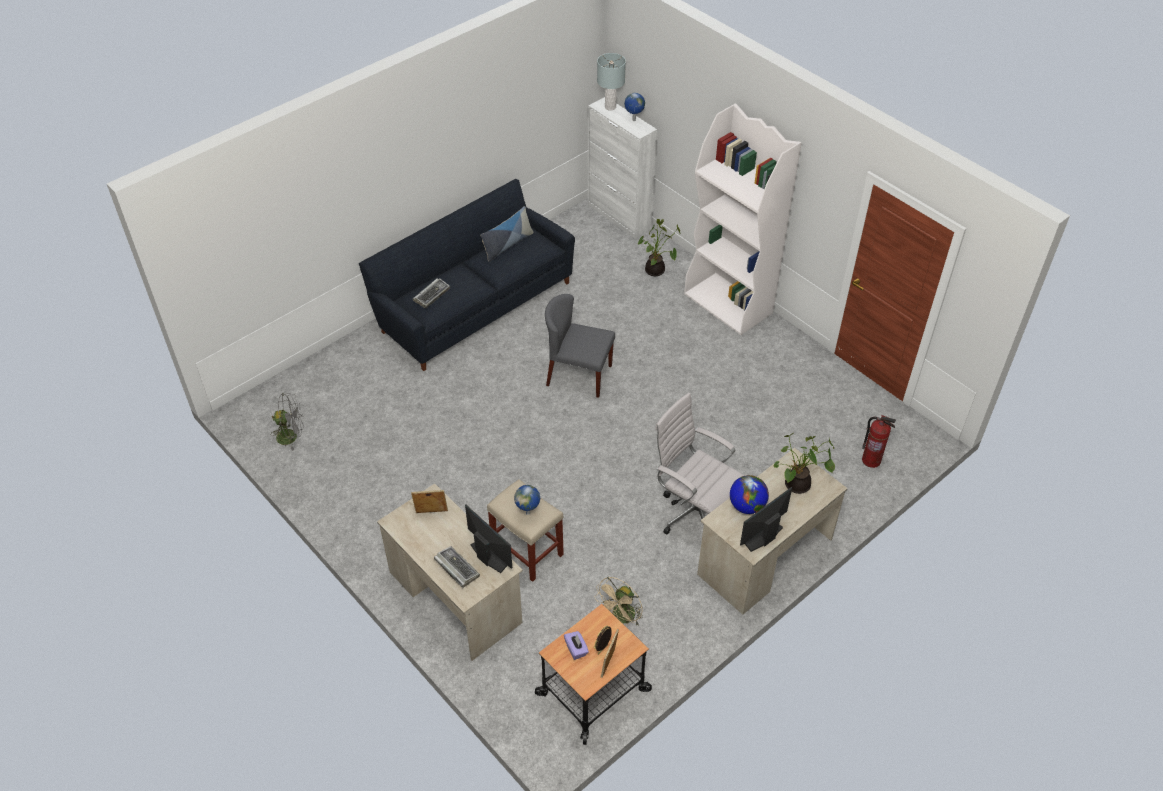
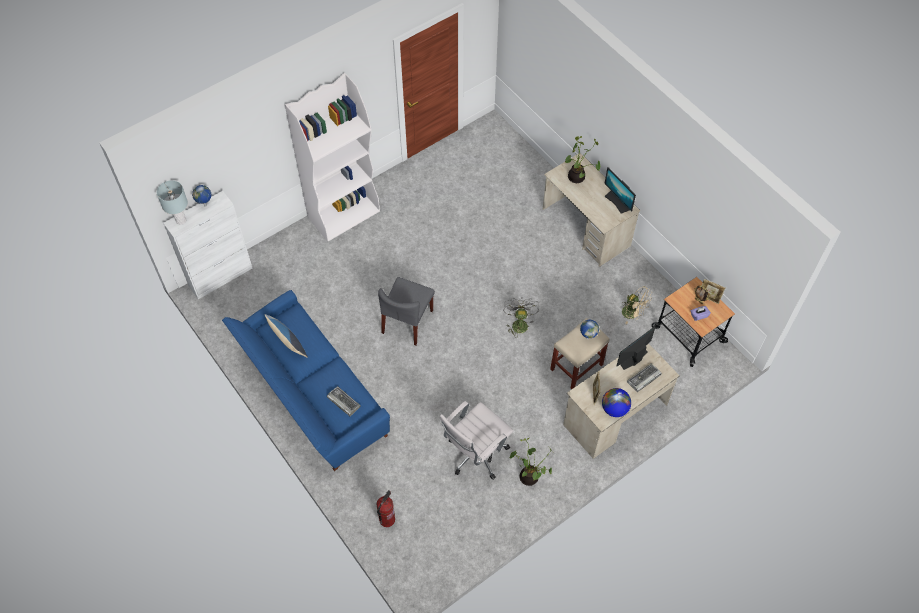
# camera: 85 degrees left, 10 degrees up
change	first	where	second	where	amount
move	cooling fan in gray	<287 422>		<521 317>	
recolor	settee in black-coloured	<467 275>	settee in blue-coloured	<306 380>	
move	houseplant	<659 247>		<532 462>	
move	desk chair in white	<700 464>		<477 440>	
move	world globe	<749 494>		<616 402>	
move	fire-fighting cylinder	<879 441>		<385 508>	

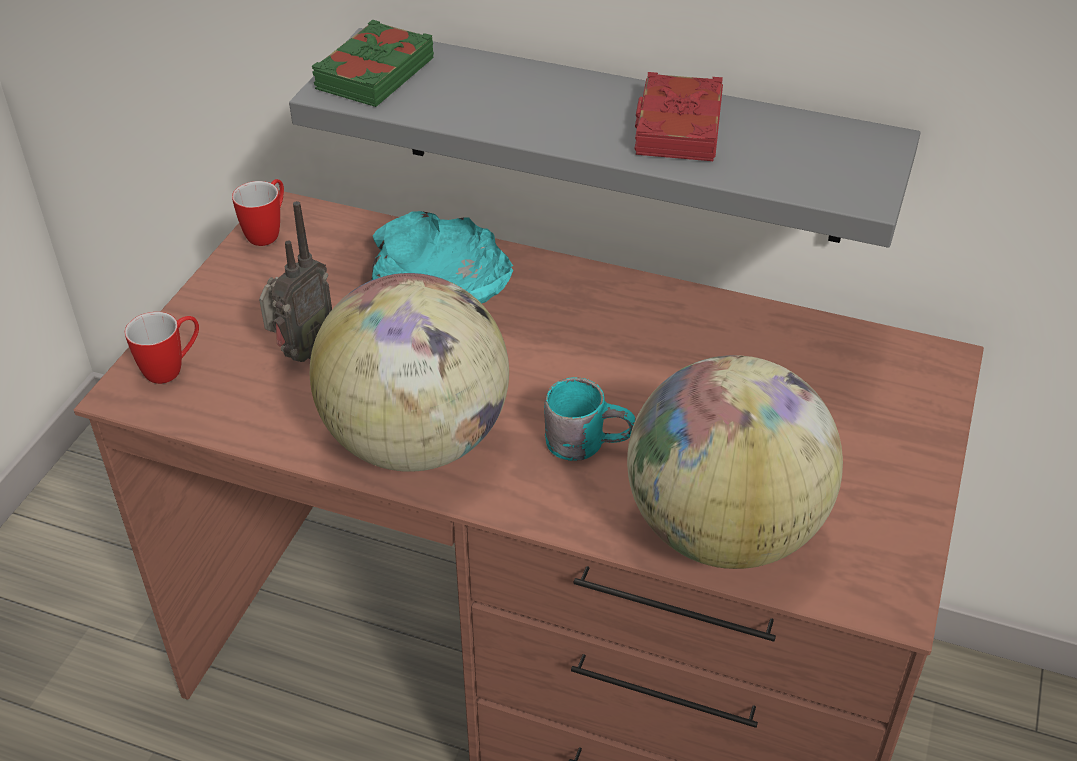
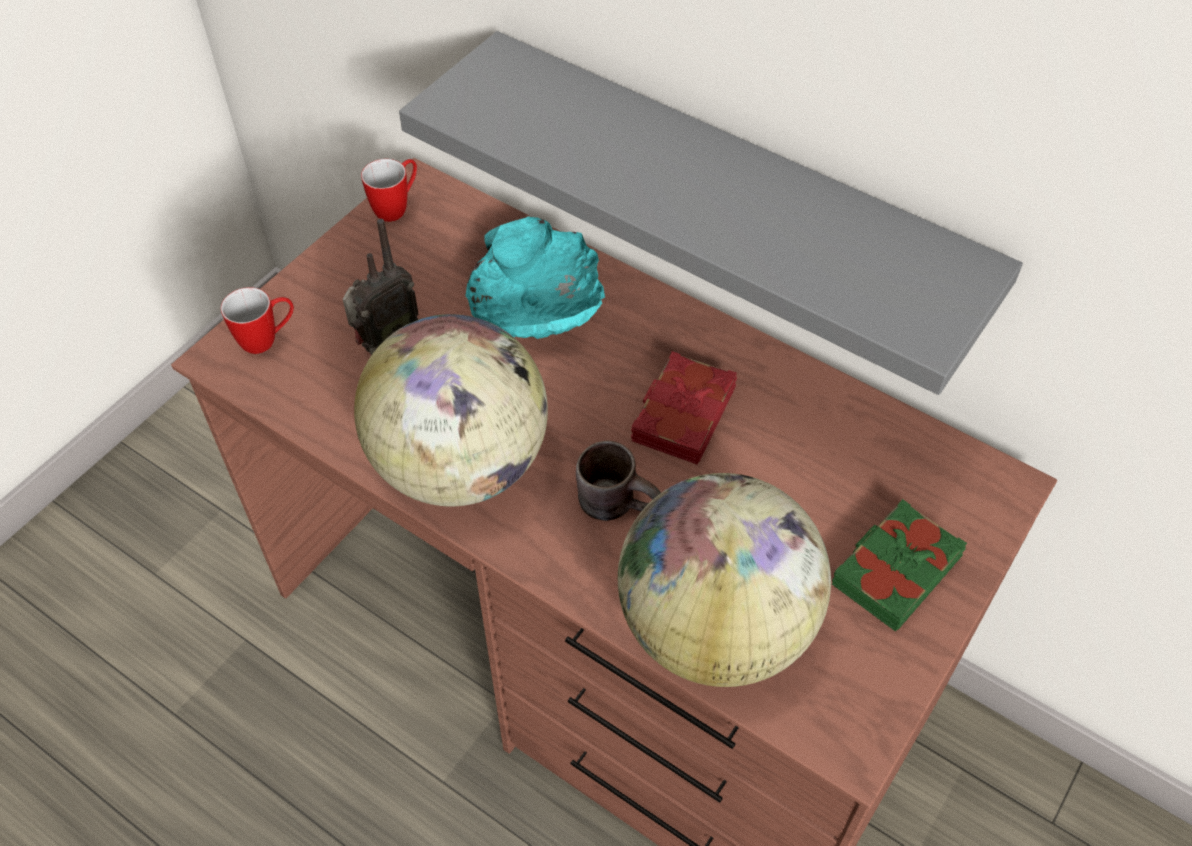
# camera: 15 degrees right, 10 degrees up
change	first	where	second	where	amount
move	volume in green-coloured	<372 63>		<899 565>	
recolor	mug in turquoise	<590 419>	mug in brown	<618 481>	
move	volume in reddish	<679 116>		<684 408>	

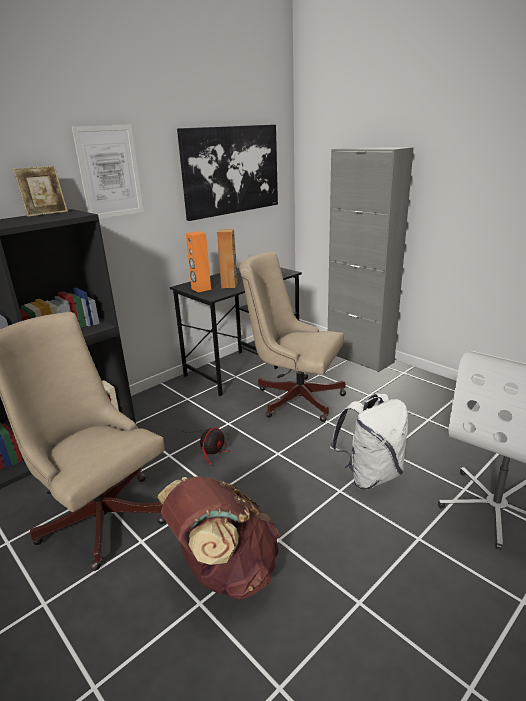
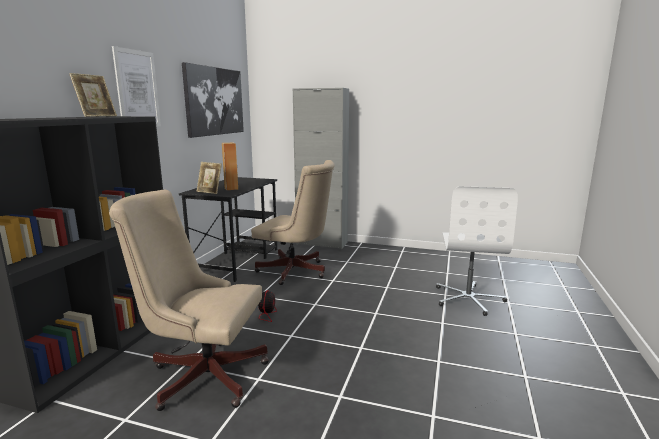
# camera: 30 degrees left, 10 degrees down
change	first	where	second	where	amount
delete	rucksack in brown	<218 538>			
replace	audio speaker in orangey	<198 262>	photo frame	<209 178>	
rotate	desk chair in sand-coloured	<292 337>		<293 222>	150 degrees counterclockwise
delete	rucksack in white	<369 441>			

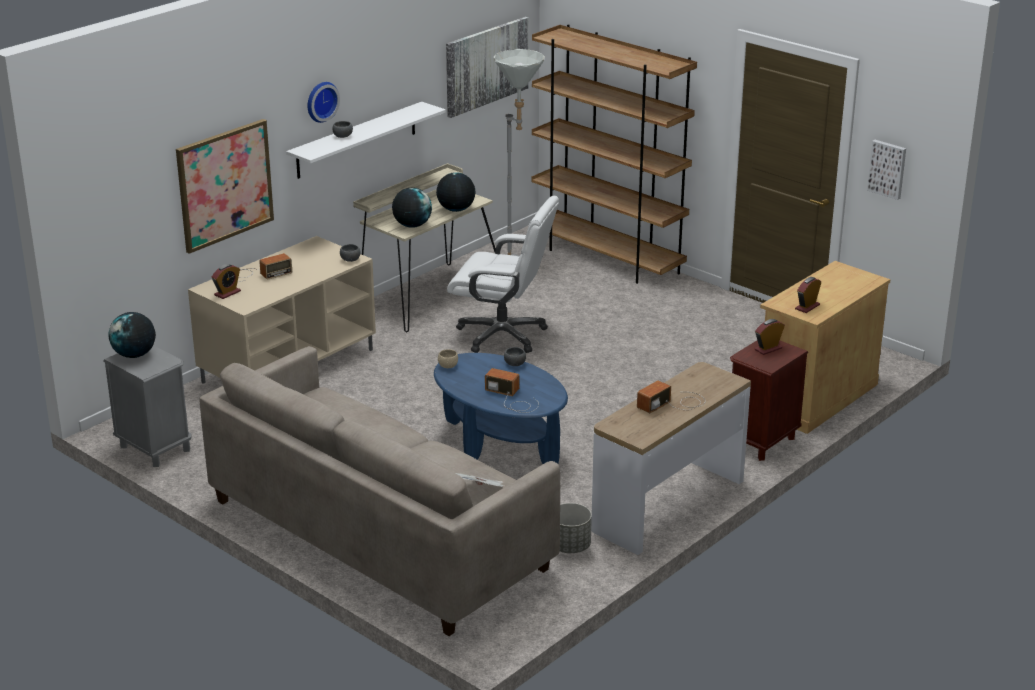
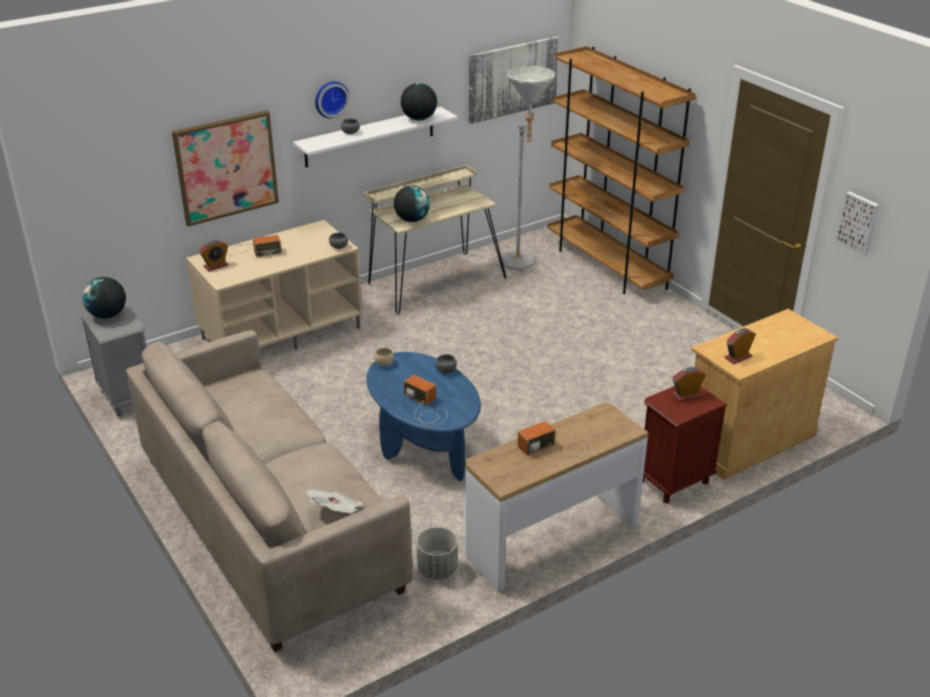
# camera: 15 degrees right, 5 degrees up
change	first	where	second	where	amount
move	world globe	<456 192>		<419 101>	
delete	desk chair in white	<503 274>			

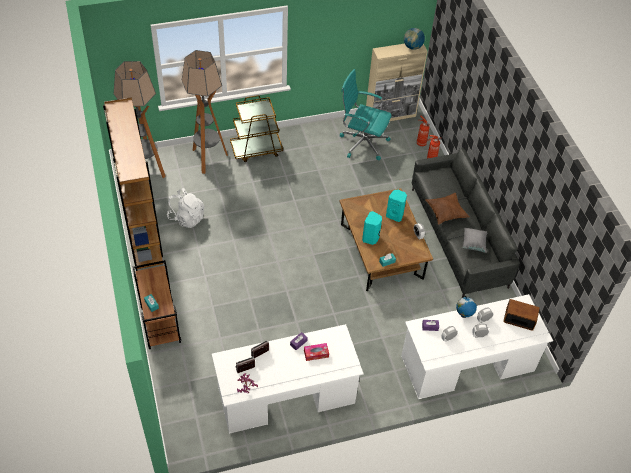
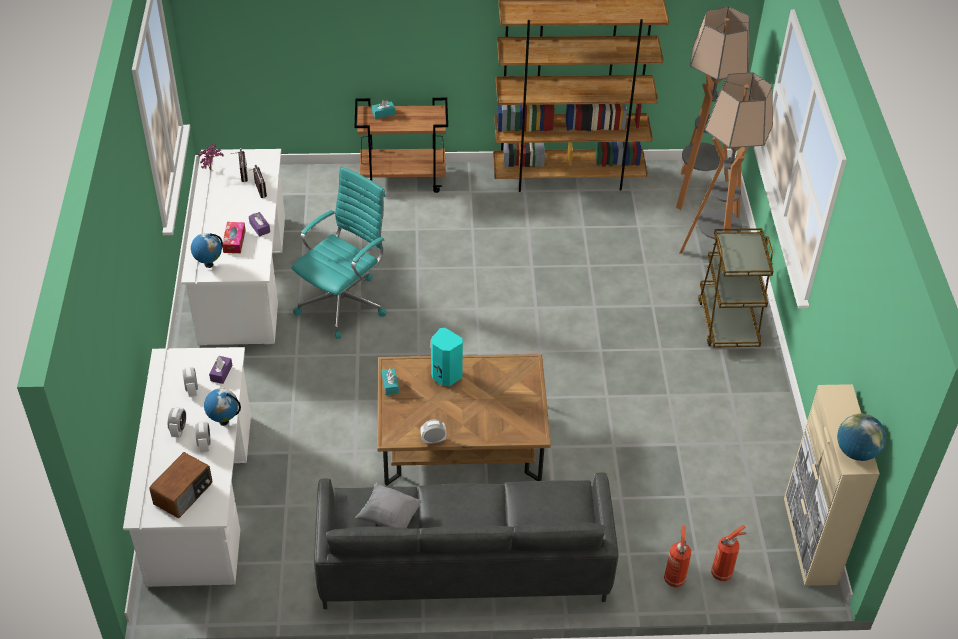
# camera: 105 degrees right, 5 degrees down
change	first	where	second	where	amount
delete	rucksack in white	<185 208>			
move	desk chair in turquoise	<366 114>		<339 253>	
delete	audio speaker in turquoise	<396 206>			
delete	throw pillow in brown	<447 208>			
insert			world globe	<207 250>	

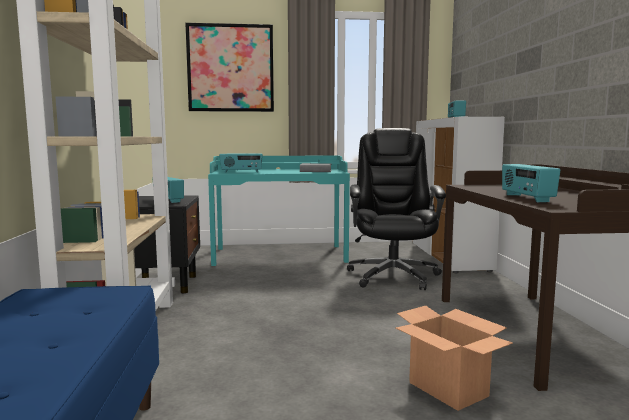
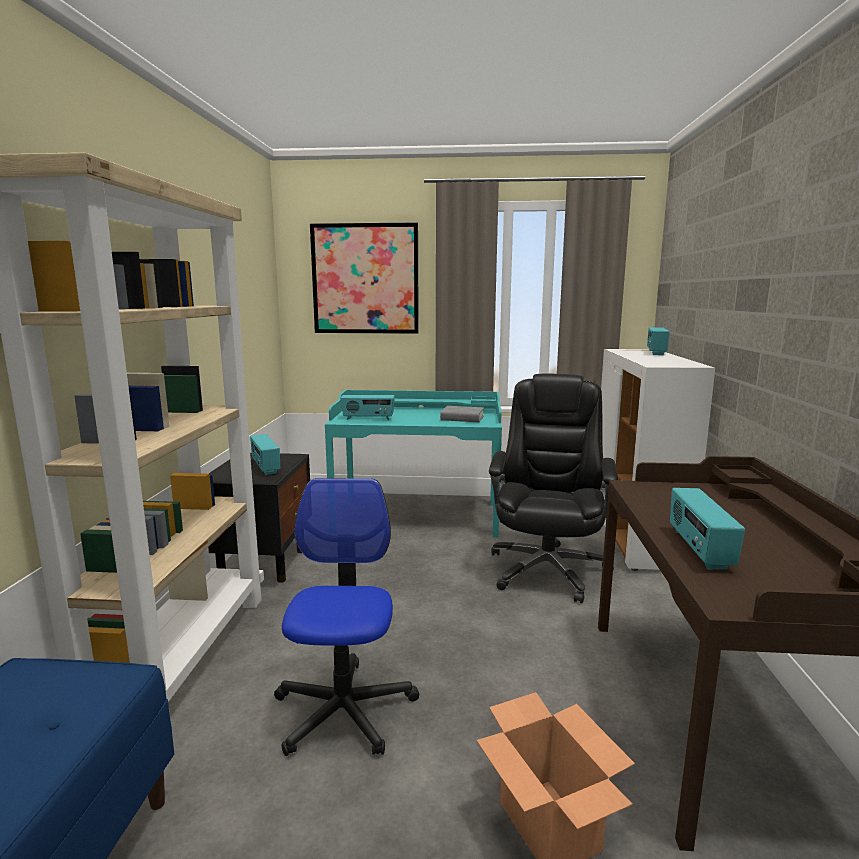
# camera: 10 degrees right, 5 degrees up
change	first	where	second	where	amount
insert			desk chair	<346 617>	

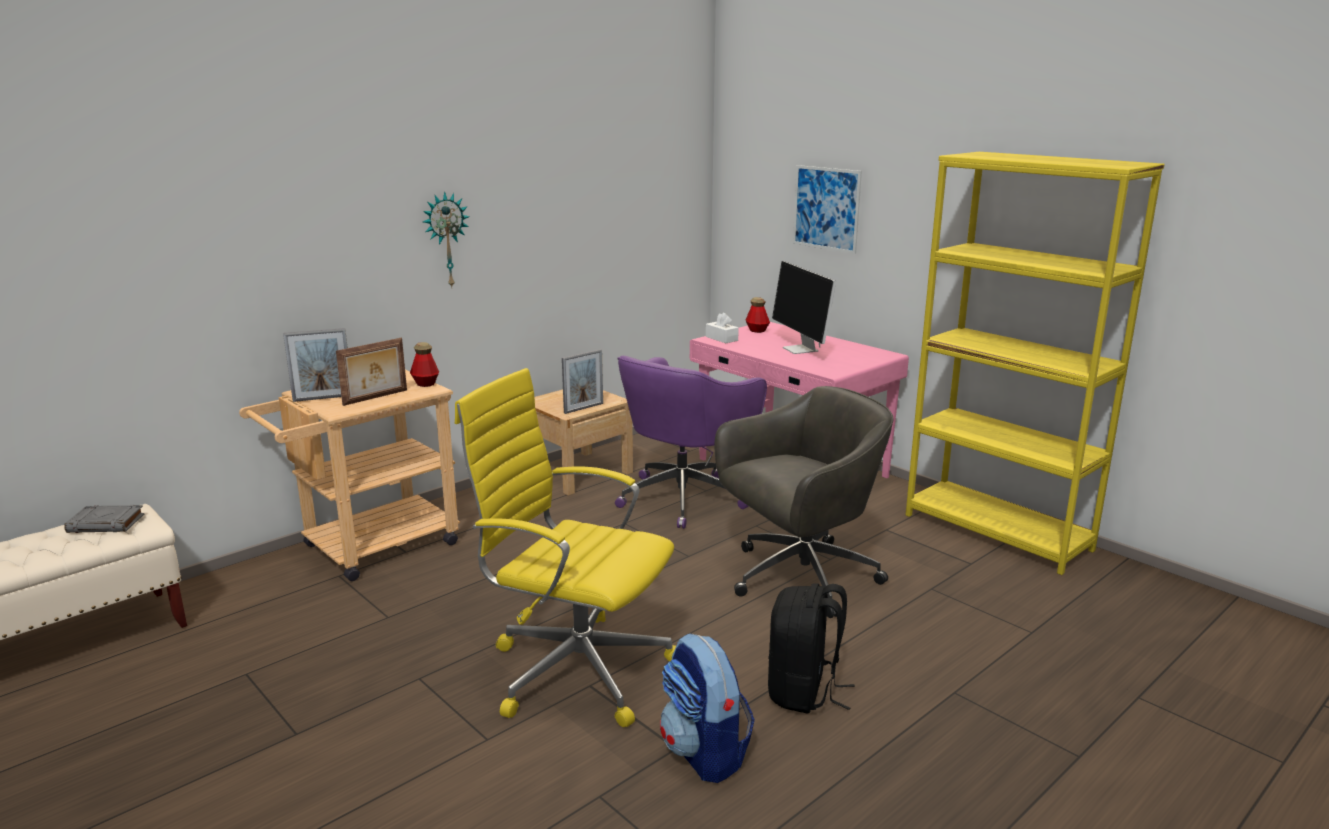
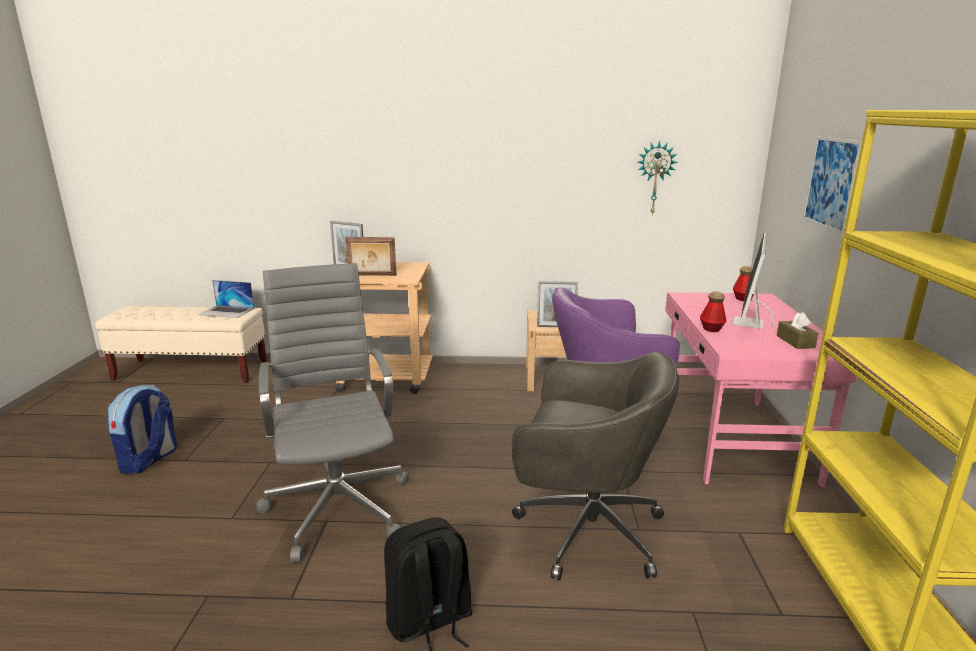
# camera: 45 degrees right, 0 degrees up
change	first	where	second	where	amount
replace	volume in gray	<104 519>	laptop	<226 299>	
move	beverage bottle	<424 364>		<713 311>	
move	clock on the wall	<446 239>		<658 178>	
recolor	desk chair in yellow-coloured	<565 547>	desk chair in gray	<333 412>	
move	rucksack	<707 708>		<142 429>	
delete	tissue box in white	<722 327>			
insert			tissue box in brown	<797 330>	

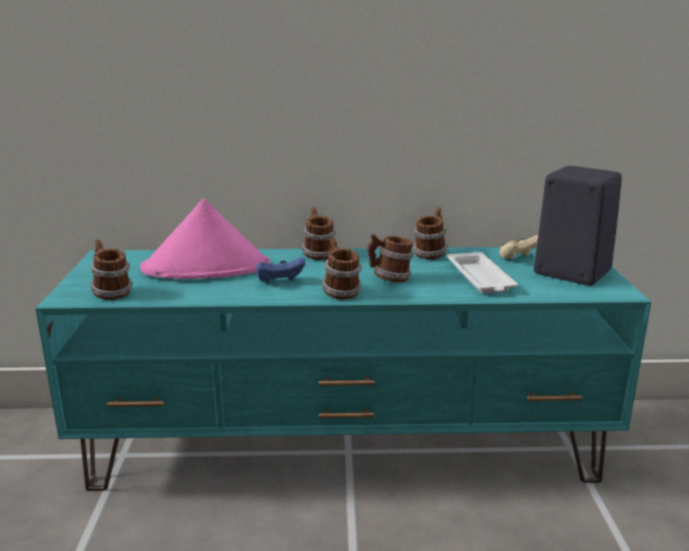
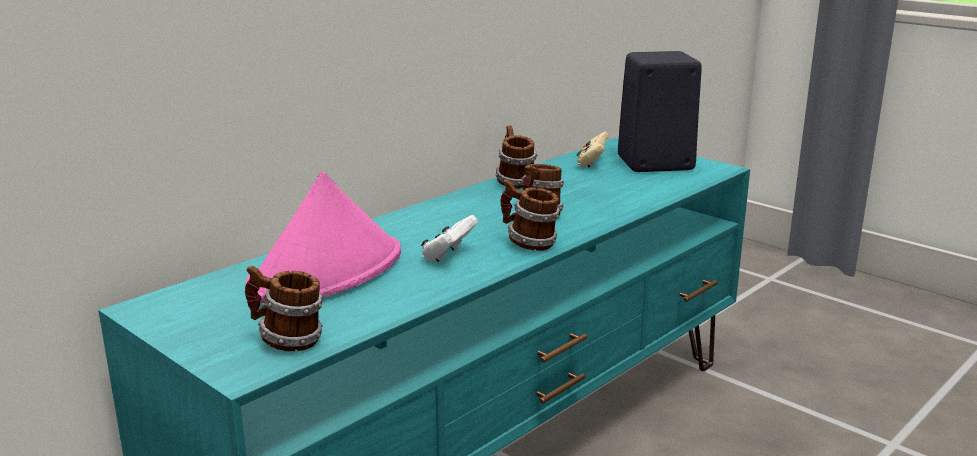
# camera: 45 degrees left, 0 degrees up
change	first	where	second	where	amount
recolor	joypad in blue-coloured	<280 270>	joypad in white	<449 238>	
delete	mug	<319 233>			
delete	tray in white	<482 272>			

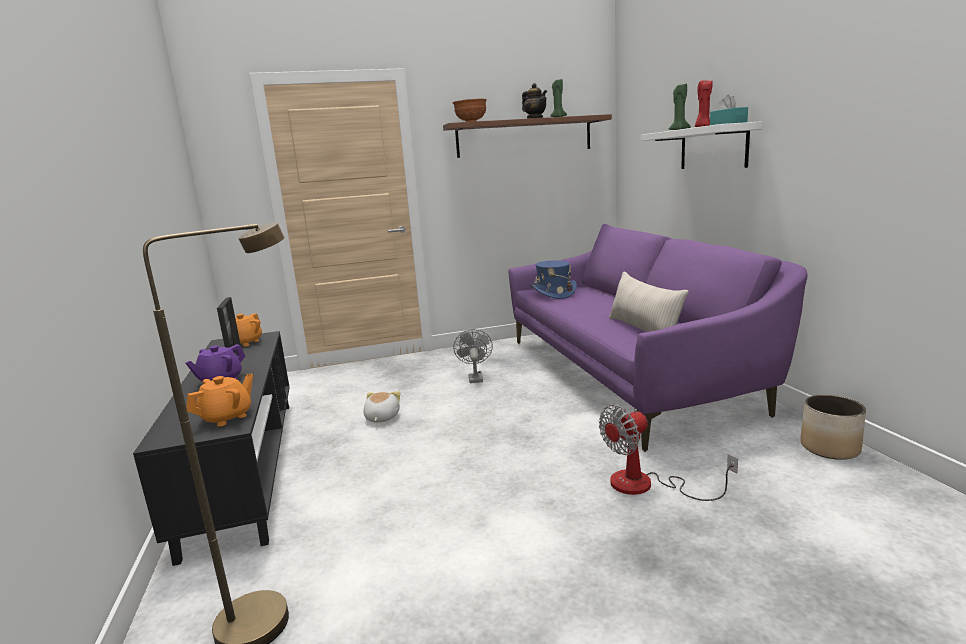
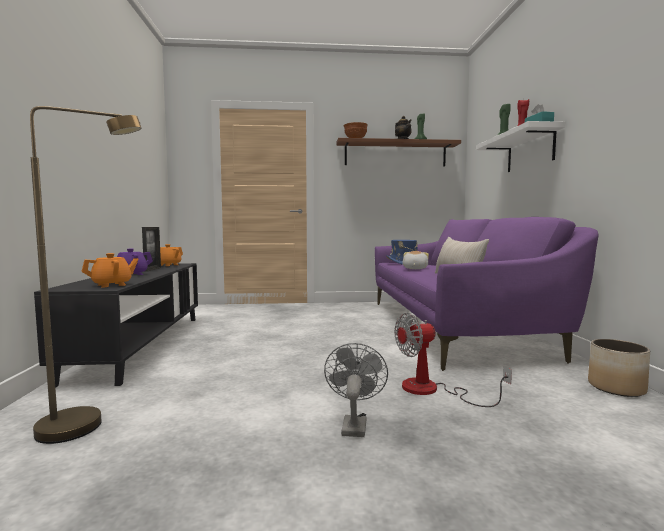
# camera: 10 degrees right, 10 degrees down
change	first	where	second	where	amount
move	plush toy	<381 407>		<415 260>	
move	cooling fan in gray	<473 356>		<356 390>	

